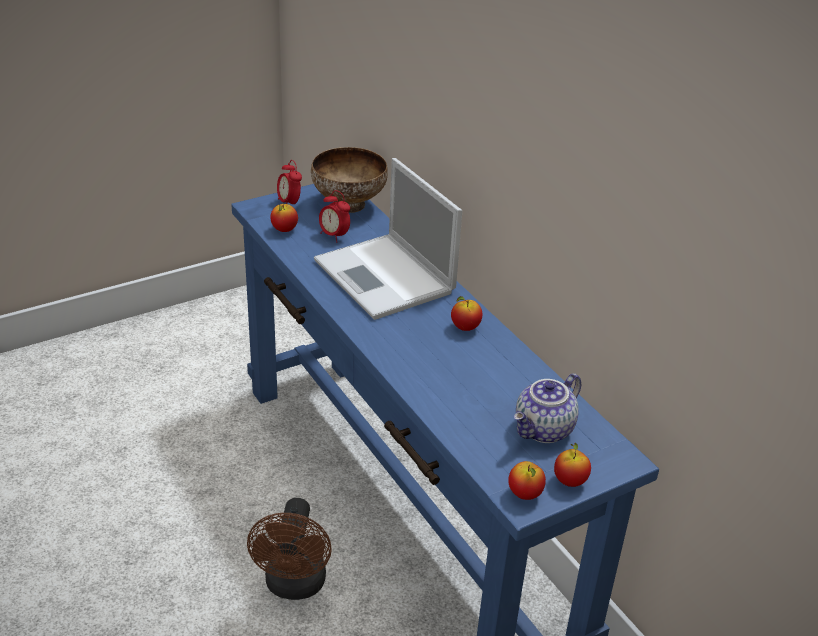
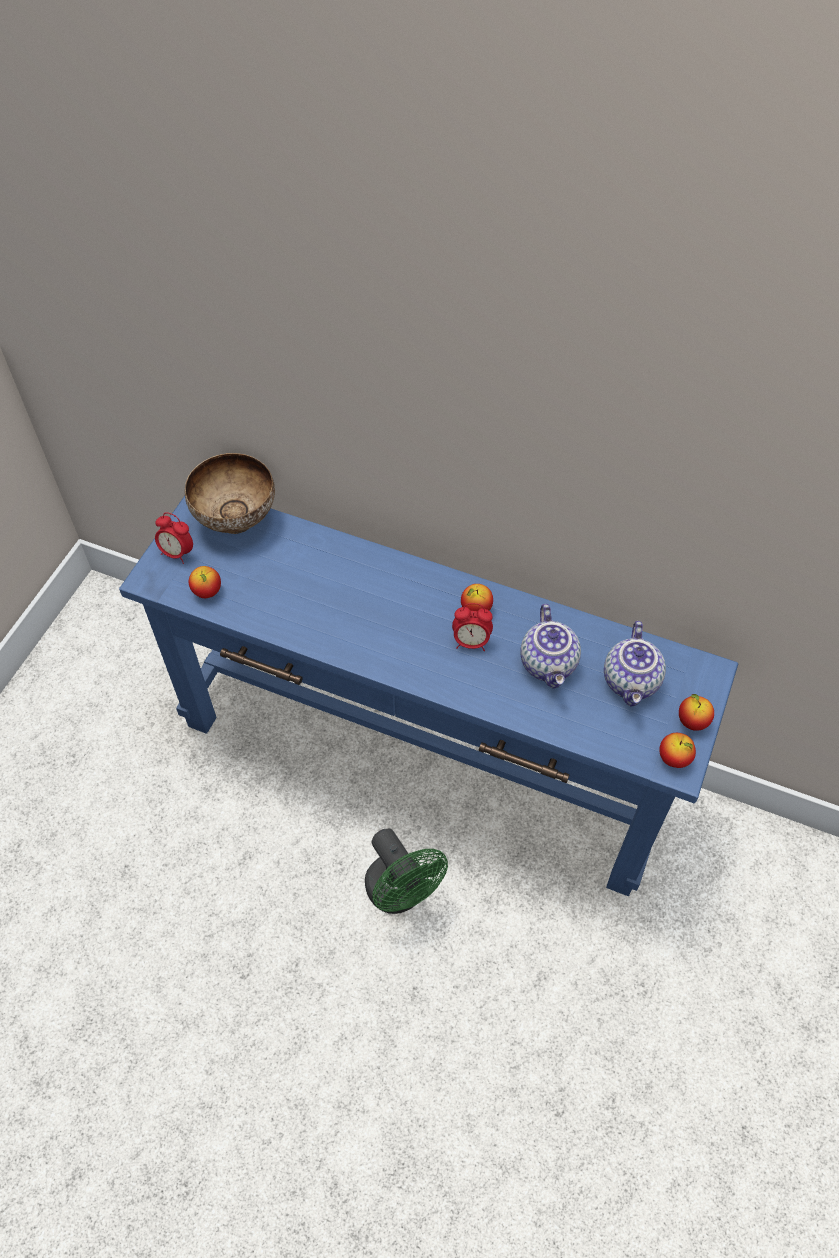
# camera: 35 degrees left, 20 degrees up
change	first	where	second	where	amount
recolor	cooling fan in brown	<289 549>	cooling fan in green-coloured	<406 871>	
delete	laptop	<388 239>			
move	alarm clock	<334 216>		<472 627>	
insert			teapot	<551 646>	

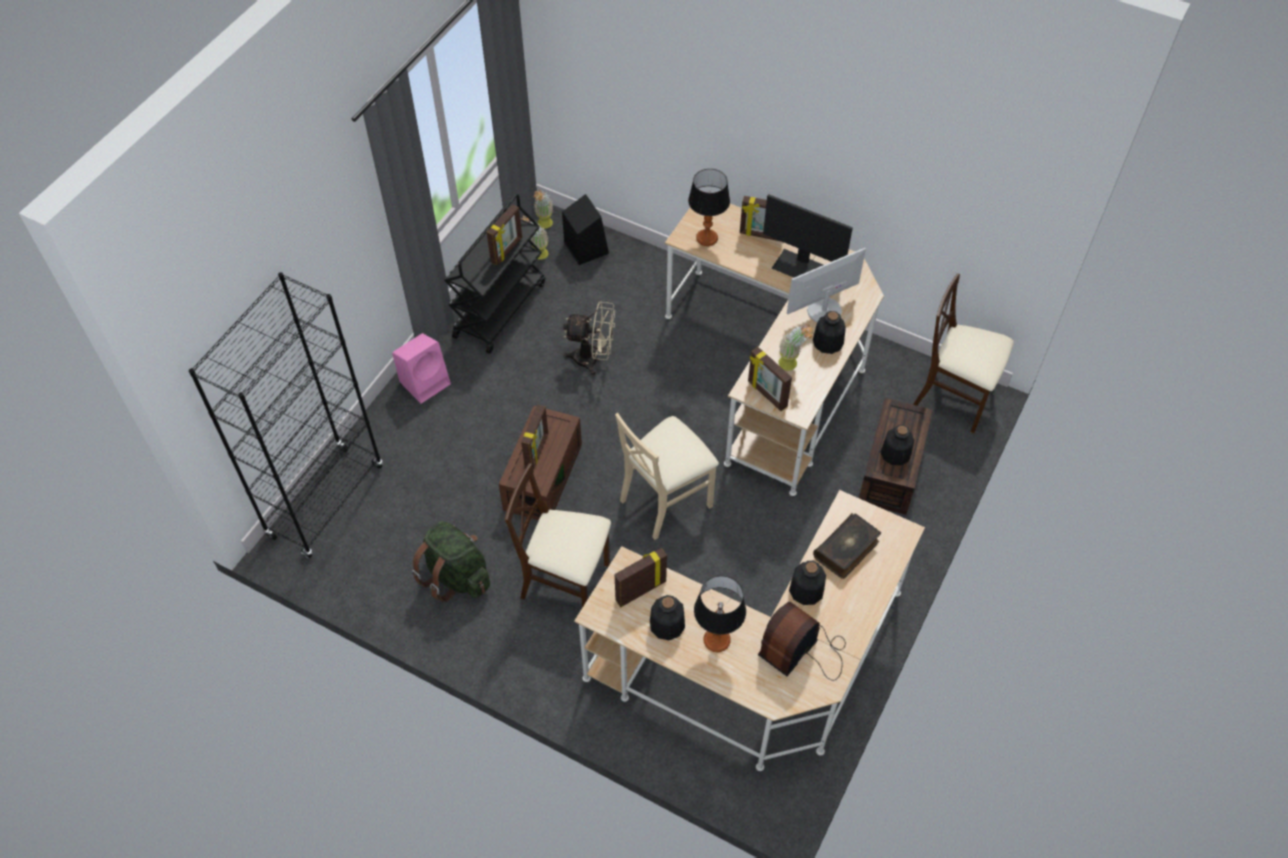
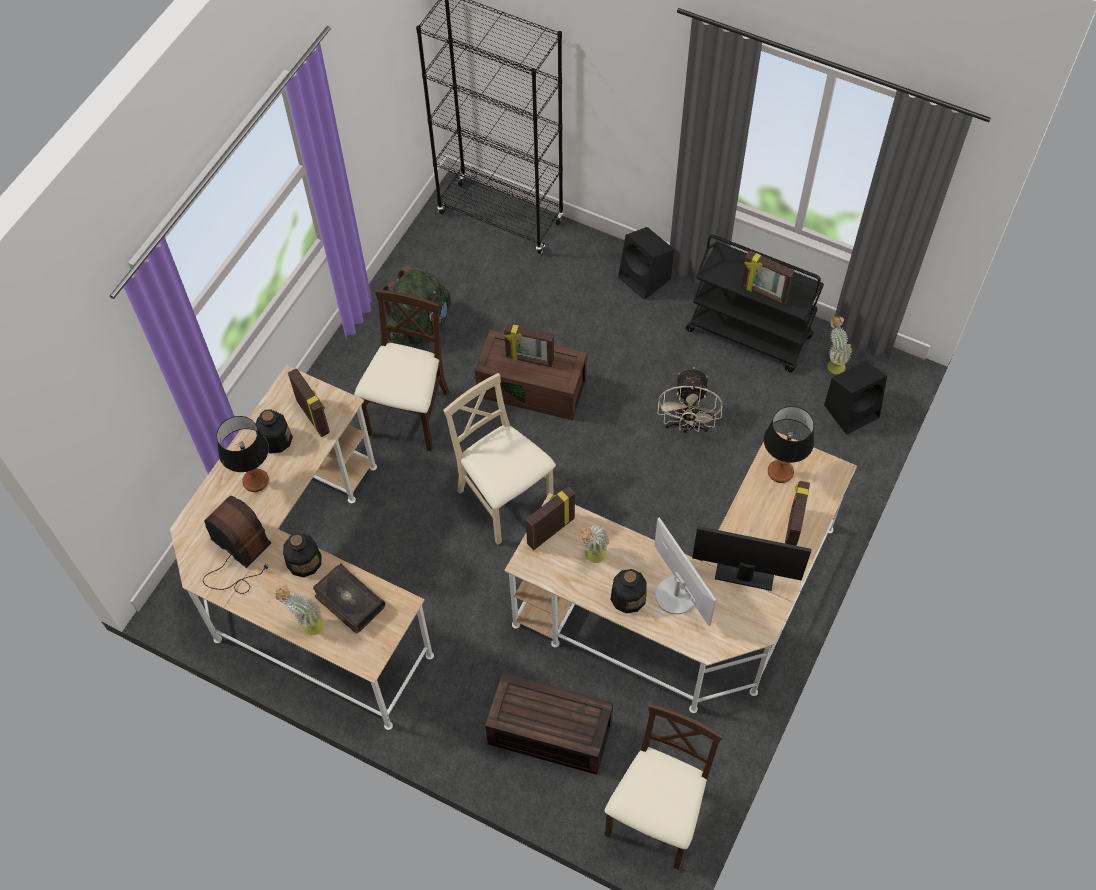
# camera: 90 degrees right, 5 degrees up
change	first	where	second	where	amount
recolor	audio speaker in pink-coloured	<421 368>	audio speaker in black-coloured	<646 263>	
move	houseplant	<543 208>		<299 610>	
rotate	computer display	<808 236>		<751 558>	75 degrees clockwise
delete	beverage bottle	<897 445>			

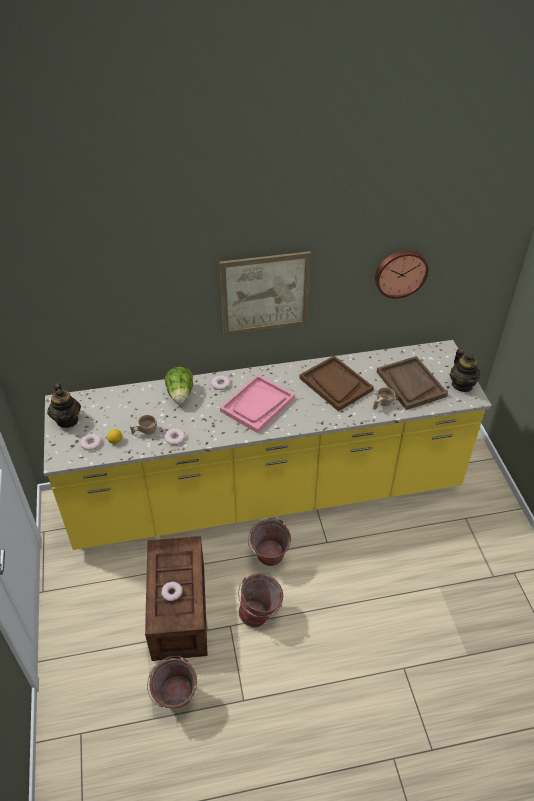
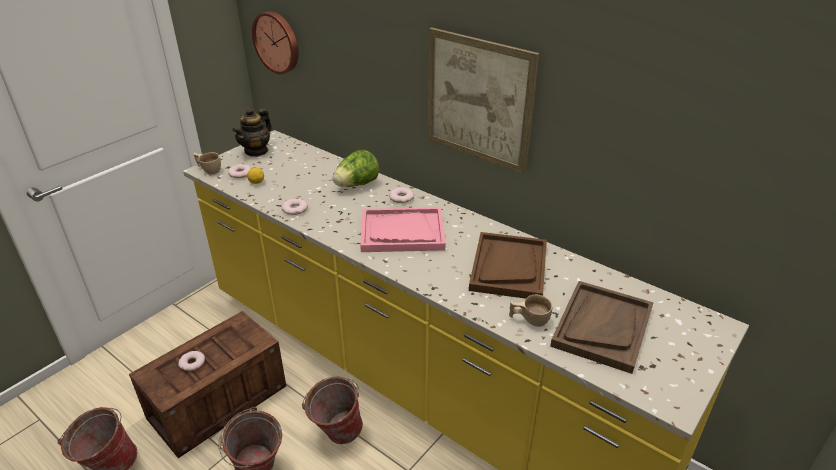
# camera: 50 degrees right, 10 degrees down
change	first	where	second	where	amount
move	small cup in sand-coloured	<143 425>		<207 163>	
move	clock on the wall	<402 274>		<275 42>	
delete	teapot	<465 370>			

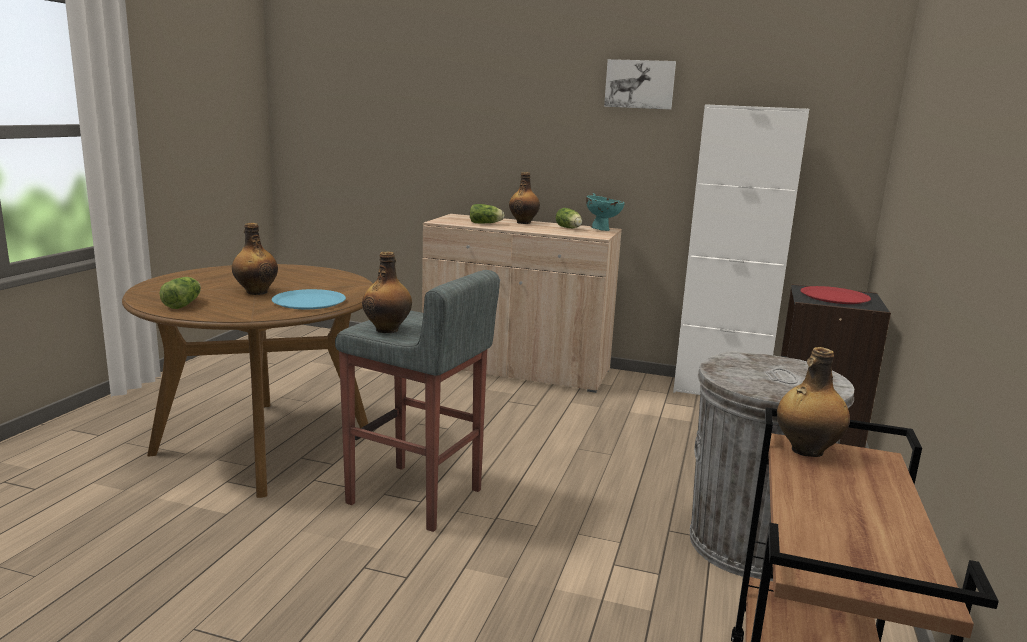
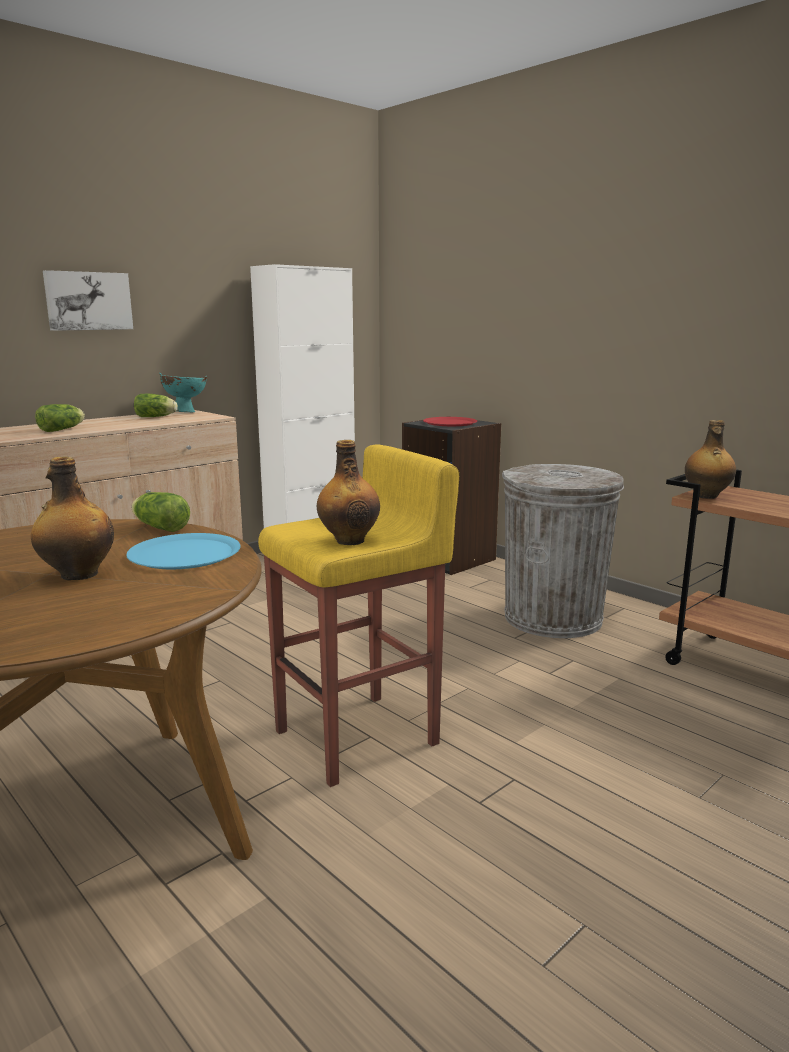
# camera: 60 degrees left, 0 degrees up
change	first	where	second	where	amount
move	head of lettuce	<180 293>		<161 512>	
recolor	sitting stool in gray	<417 401>	sitting stool in yellow-coloured	<358 615>	
delete	beverage bottle	<524 198>			
move	picture	<640 84>		<88 300>	

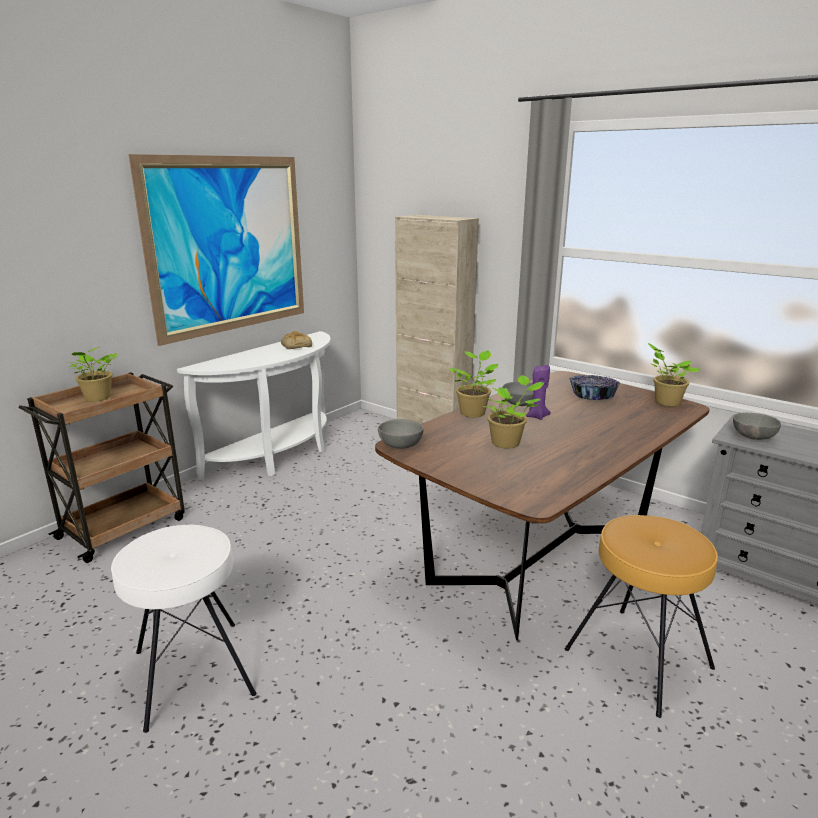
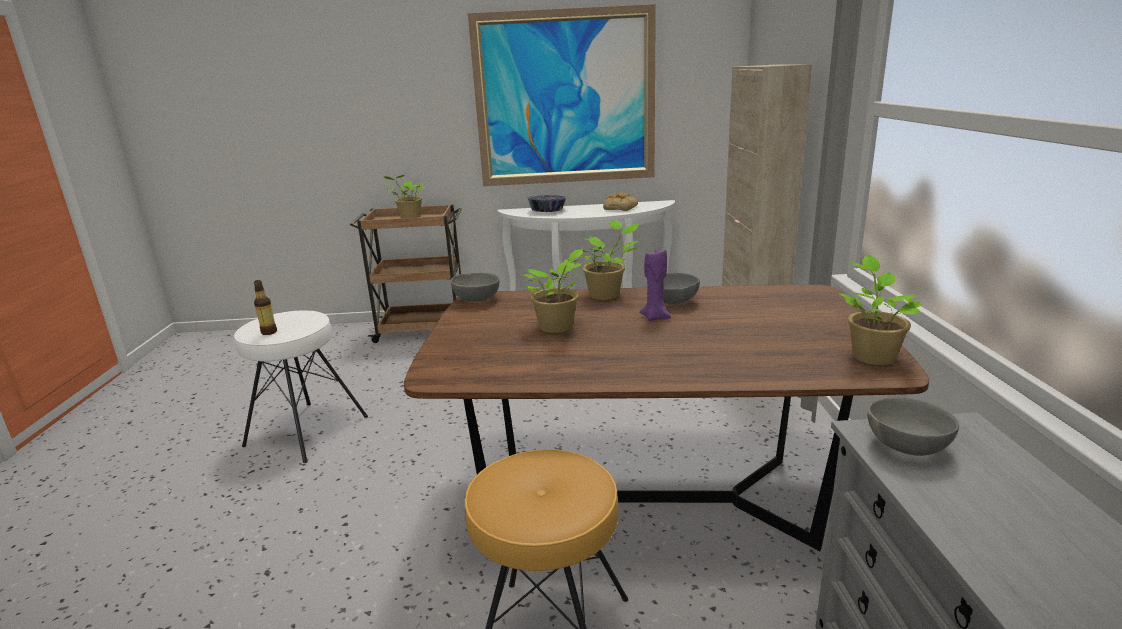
# camera: 50 degrees right, 0 degrees up
change	first	where	second	where	amount
move	serving bowl	<594 387>		<547 203>	
insert			beverage bottle	<265 307>	

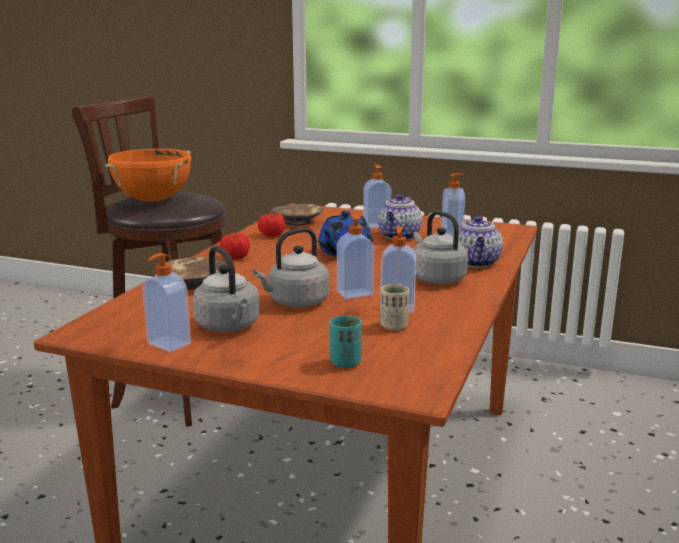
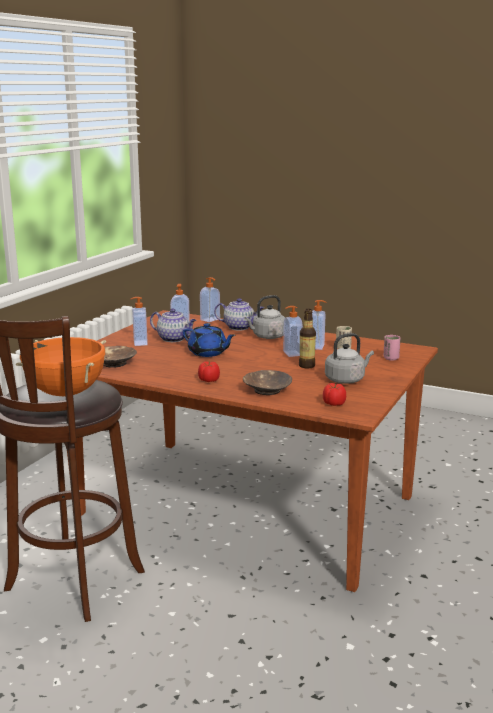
# camera: 85 degrees left, 0 degrees up
change	first	where	second	where	amount
move	soap dispenser	<166 302>		<210 299>	
replace	kettle in gray	<291 267>	beverage bottle	<307 339>	
move	tomato	<272 224>		<334 394>	
recolor	small cup in turquoise	<346 342>	small cup in pink-coloured	<392 348>	

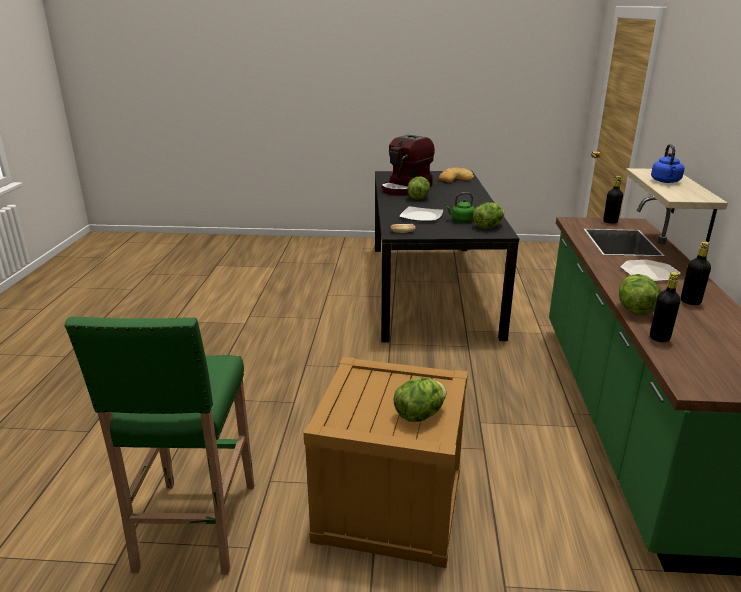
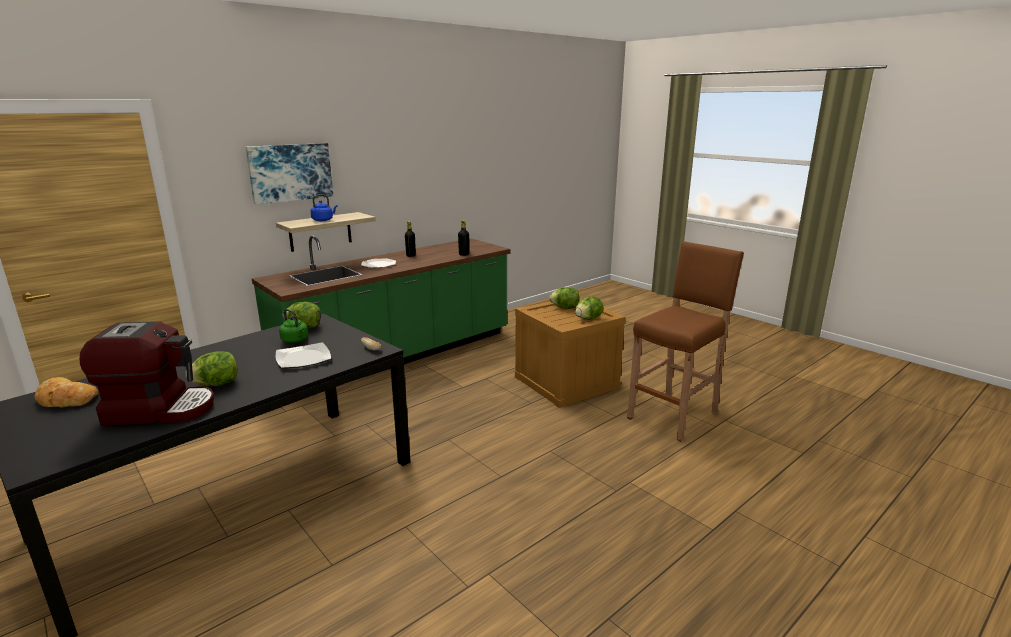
# camera: 135 degrees left, 5 degrees down
change	first	where	second	where	amount
recolor	sitting stool in green-coloured	<159 446>	sitting stool in brown	<685 341>	
delete	beverage bottle in black-coloured	<613 200>			
move	head of lettuce	<640 294>		<589 308>	
insert			picture	<289 174>	

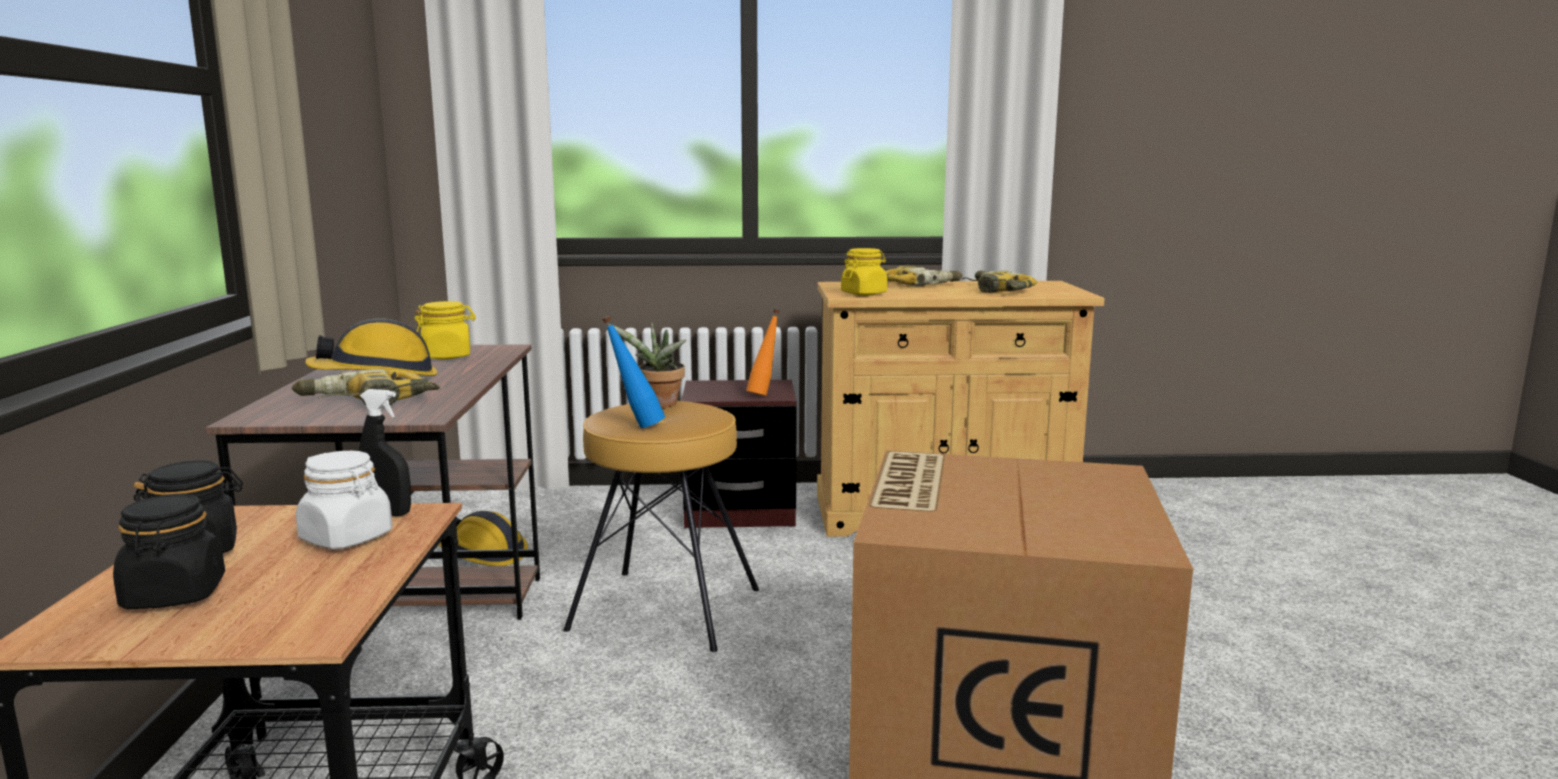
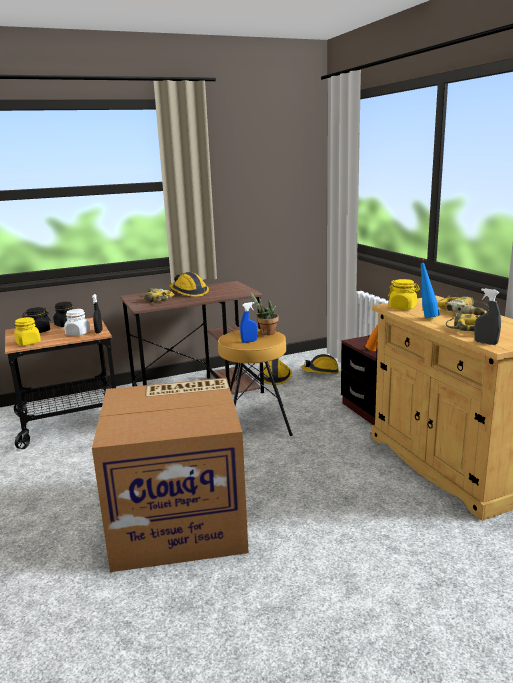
# camera: 70 degrees right, 5 degrees up
change	first	where	second	where	amount
move	storage jar in yellow-coloured	<445 330>		<27 331>	
move	beverage bottle in blue-coloured	<633 372>		<429 288>	
insert			sprayer in blue-coloured	<249 322>	
insert			safety helmet	<320 364>	
insert			sprayer in gray	<487 316>	

